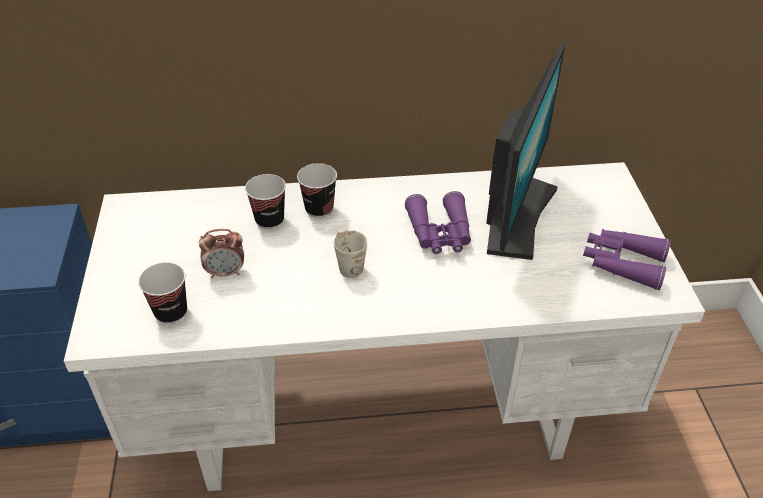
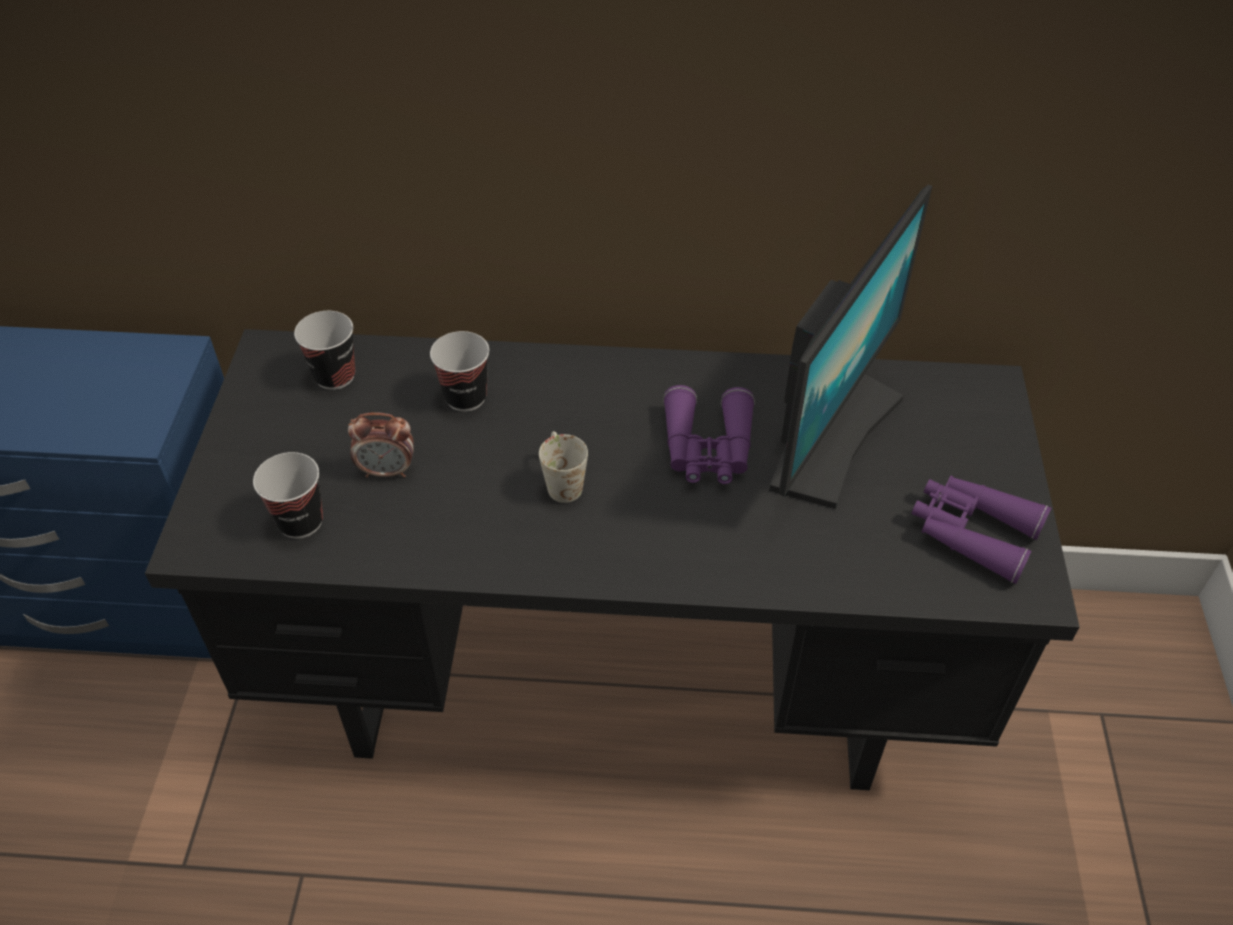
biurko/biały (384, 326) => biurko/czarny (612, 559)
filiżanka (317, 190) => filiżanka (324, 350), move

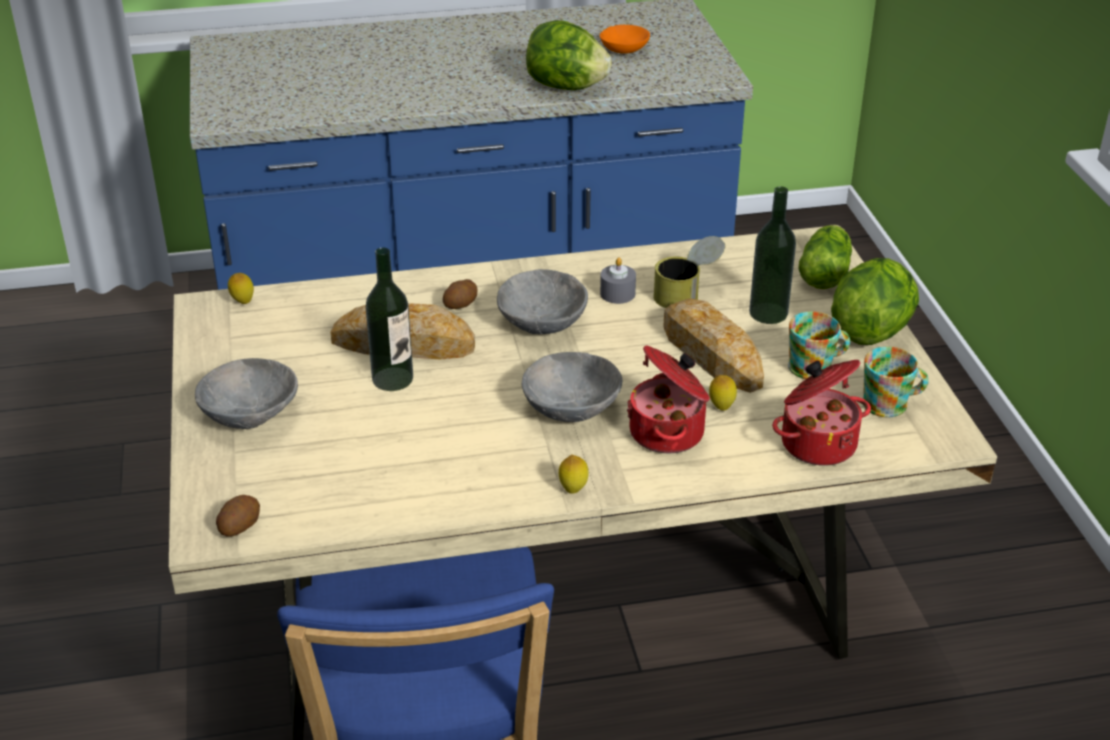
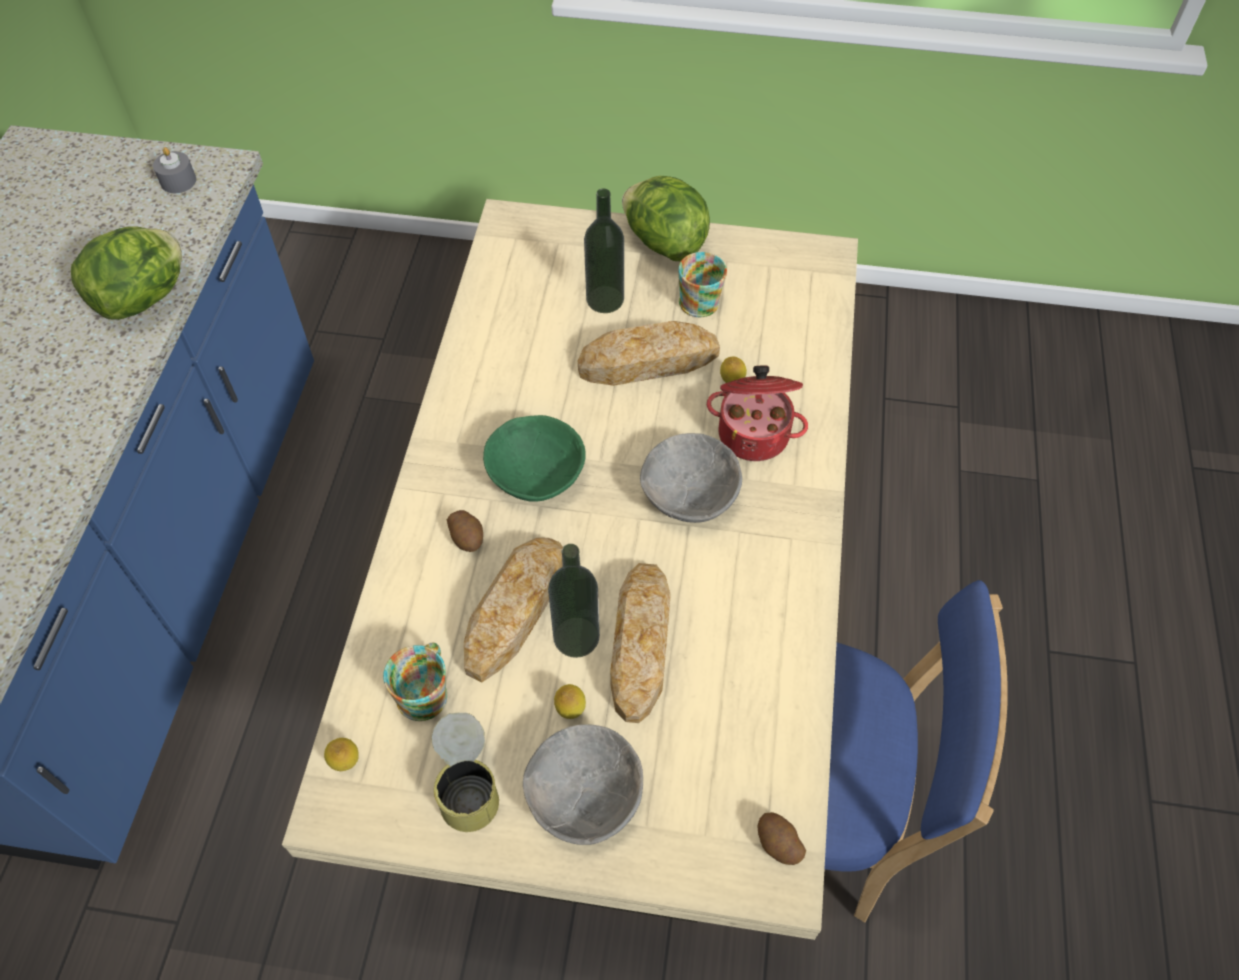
miska/pomarańczowy (625, 39) => nothing
sałata (825, 257) => nothing
puszka (689, 272) => puszka (465, 772), move
świeca/szary (618, 280) => świeca/szary (174, 170), move
miska/szary (542, 301) => miska/zielony (534, 458)
kubek (895, 382) => kubek (415, 682), move
garnek (821, 413) => nothing
cytryna (574, 474) => cytryna (570, 701), move
nothing => chleb (640, 643)

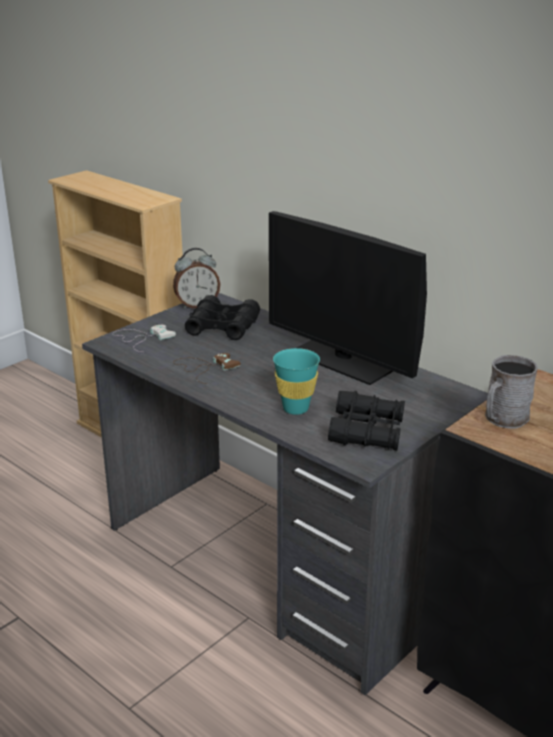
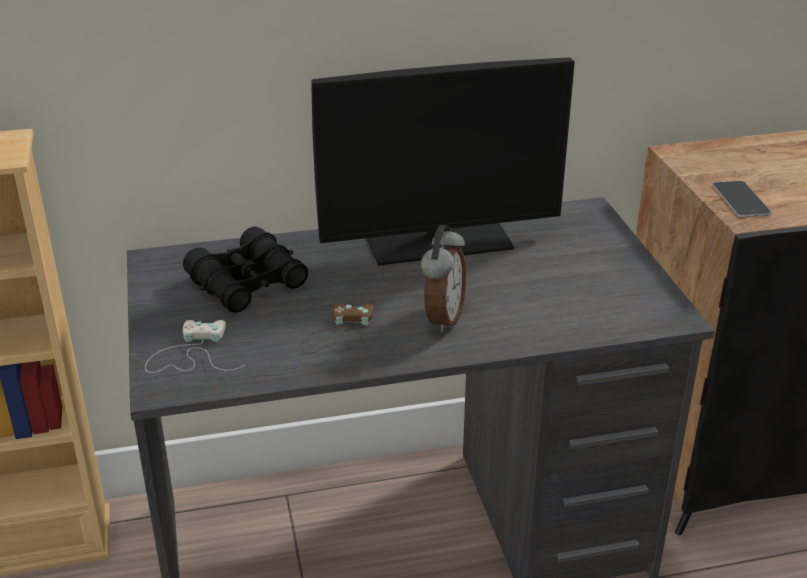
budzik (196, 278) => budzik (443, 279), move
filiżanka/turkusowy (296, 381) => nothing
kubek/szary (511, 392) => telefon (742, 199)
lornetka/czarny (366, 421) => nothing

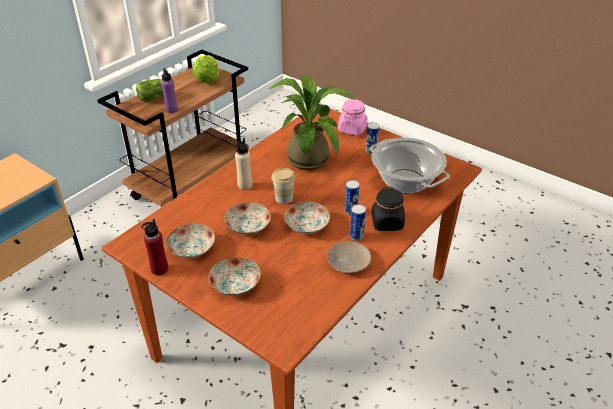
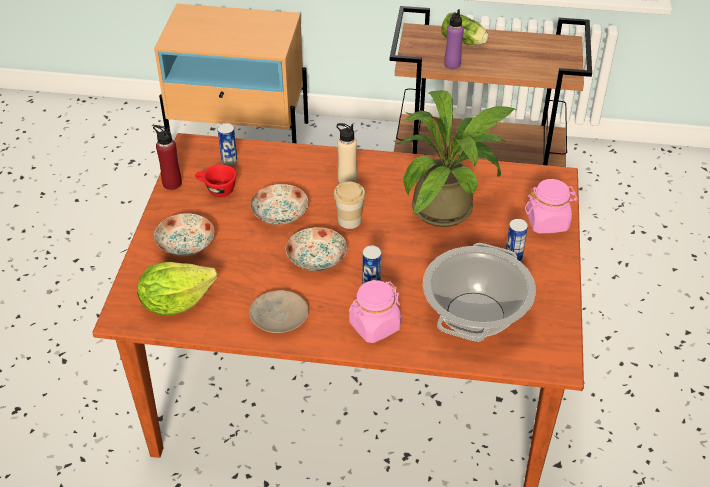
sałata (206, 69) => sałata (177, 289), move
słoik/czarny (388, 209) => słoik/różowy (375, 311)
puszka (358, 223) => puszka (227, 144), move
talerz (190, 241) => filiżanka/czerwony (215, 180)

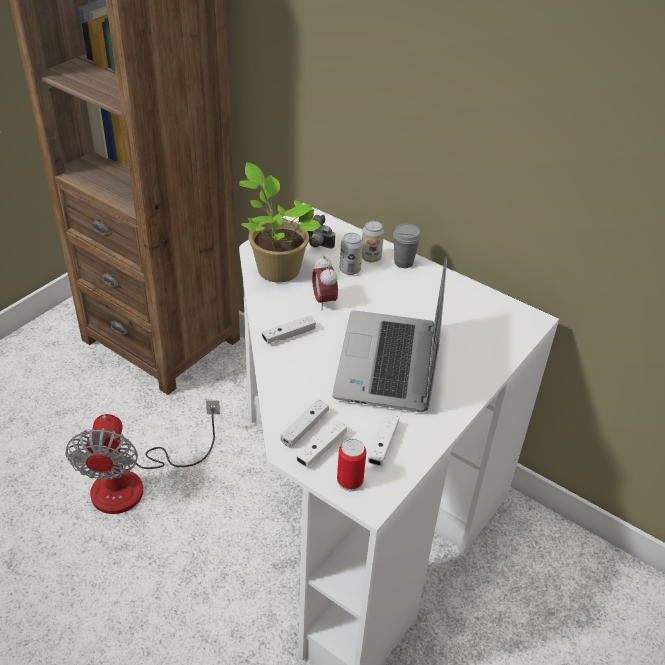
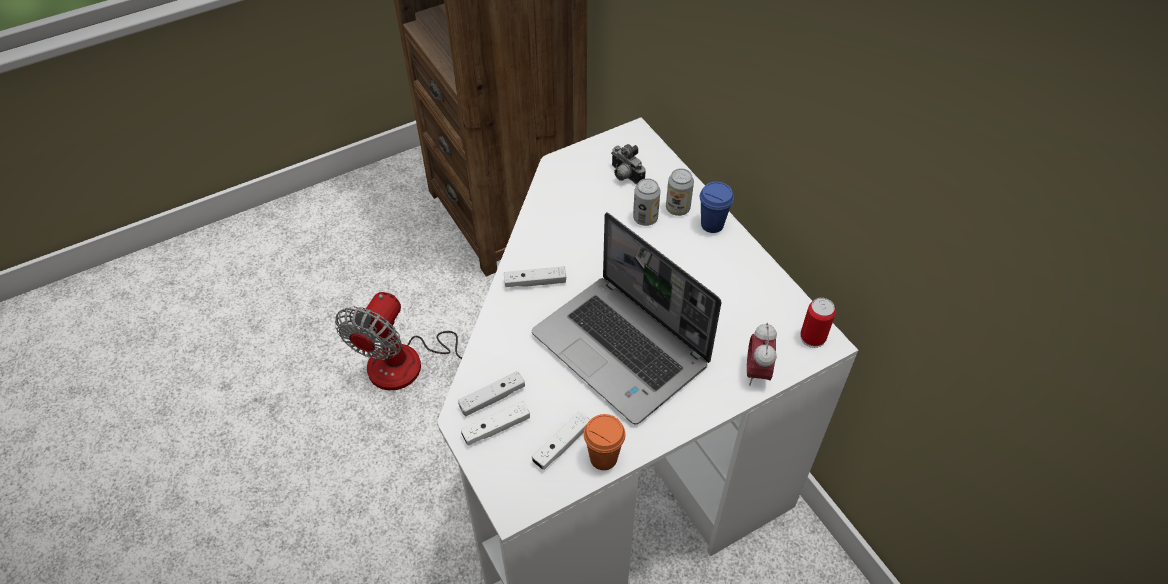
roślina doniczkowa (280, 222) => nothing
filiżanka/szary (407, 246) => filiżanka/niebieski (717, 207)
budzik (325, 283) => budzik (762, 354), move
laptop (389, 334) => laptop (626, 318), 75 degrees counterclockwise
puszka (351, 465) => puszka (818, 323), move
nothing => filiżanka/pomarańczowy (604, 442)

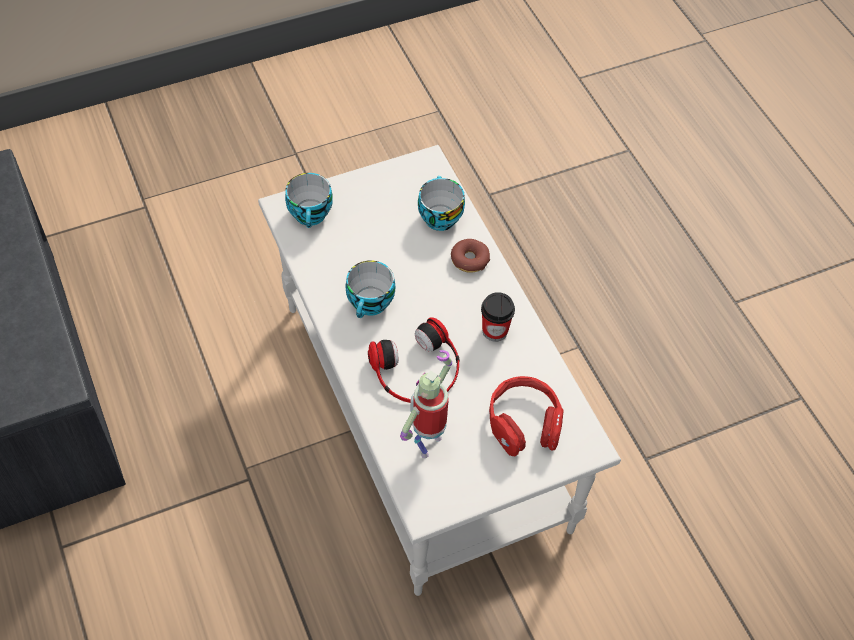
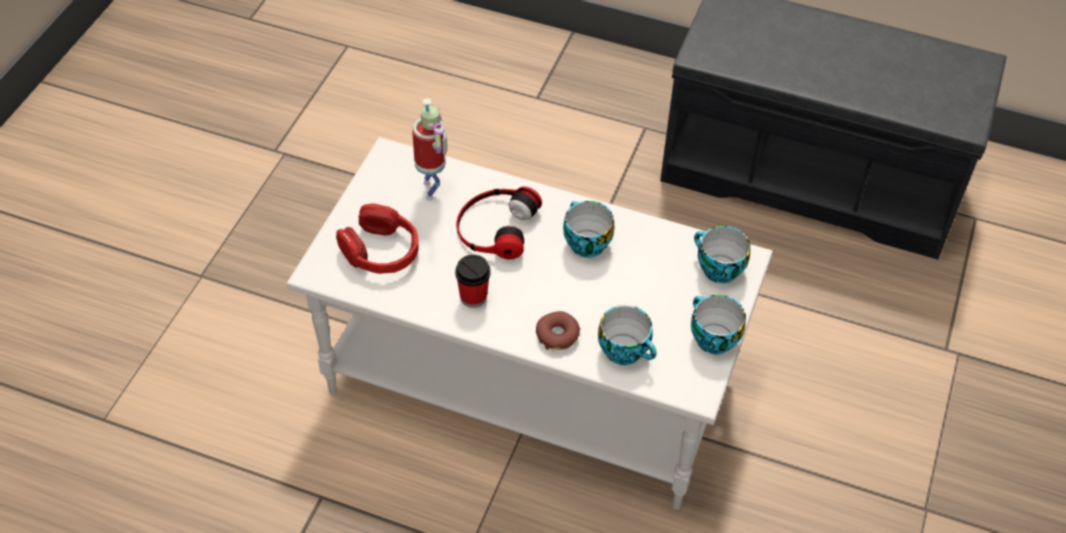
nothing => filiżanka (718, 324)

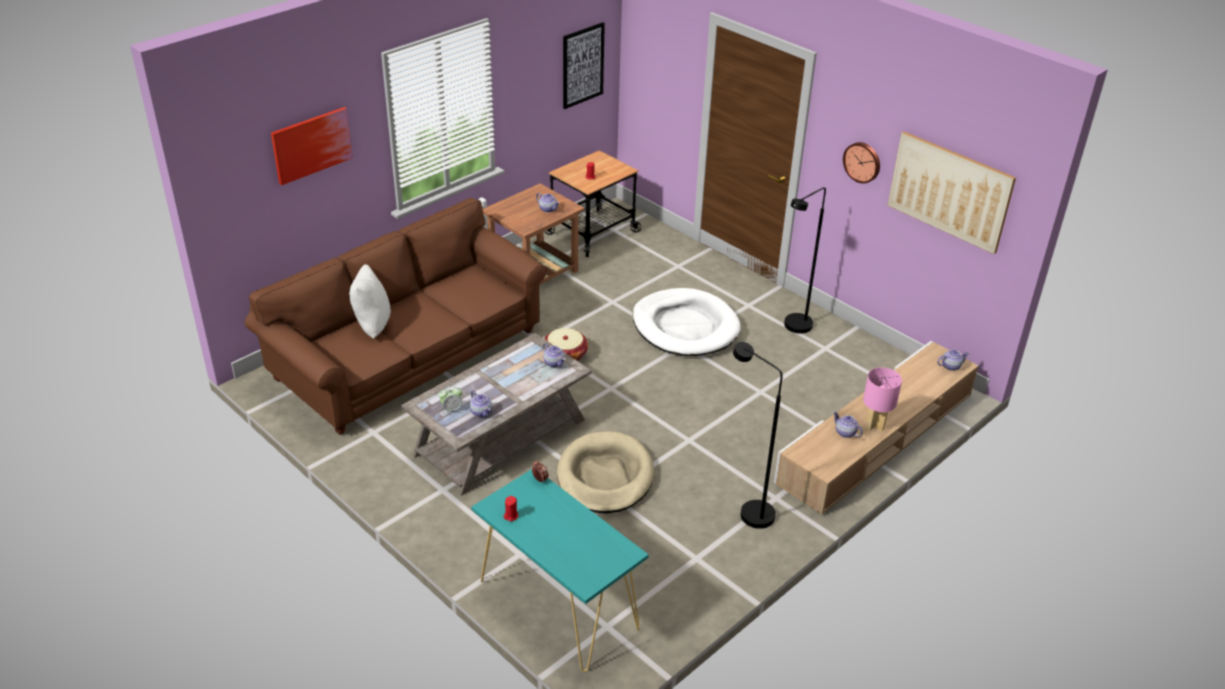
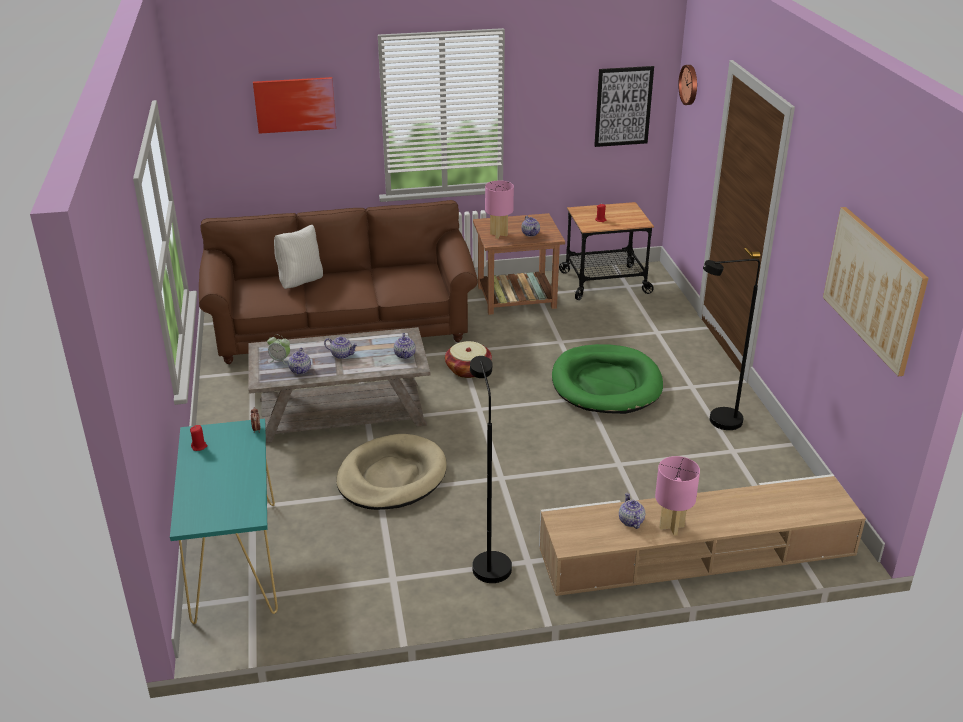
zegar ścienny (861, 162) => zegar ścienny (687, 85), move
legowisko/biały (687, 322) => legowisko/zielony (607, 379)
imbryk (953, 360) => imbryk (341, 348), move
nothing => lampa stołowa/różowy (499, 209)

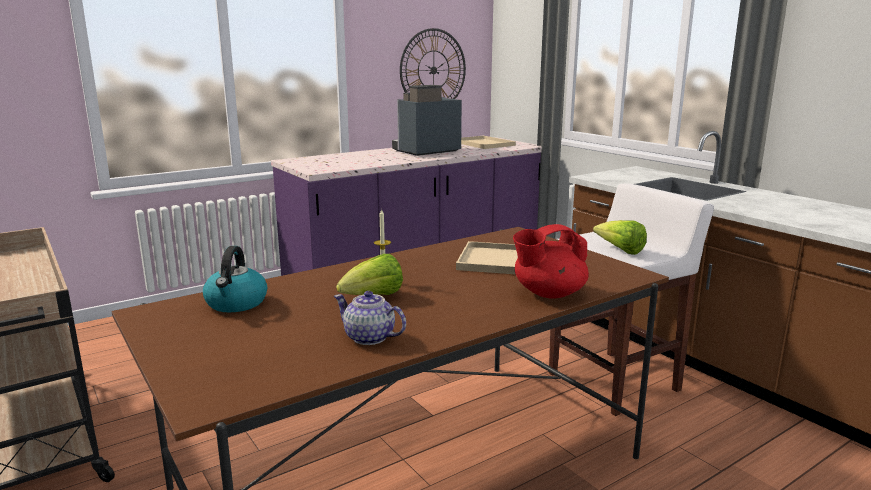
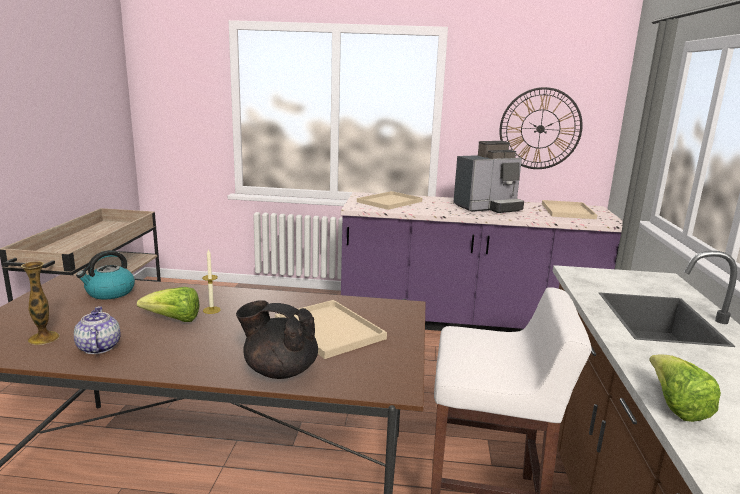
ekspres do kawy (427, 120) => ekspres do kawy (488, 177), 150 degrees clockwise
sałata (620, 237) => sałata (685, 388), move
imbryk/czerwony (551, 261) => imbryk/czarny (277, 340)
nothing => taca/beżowy (389, 200)
nothing => wazon (40, 303)

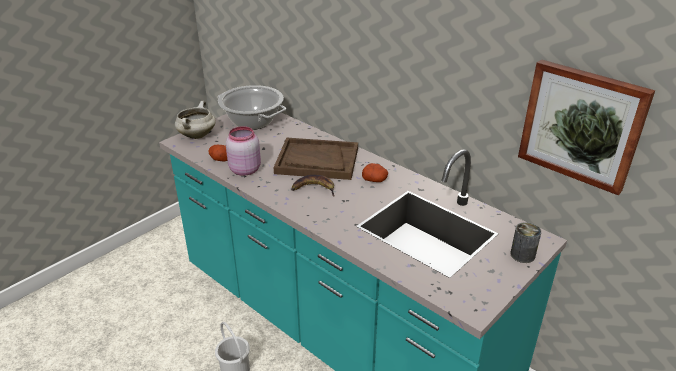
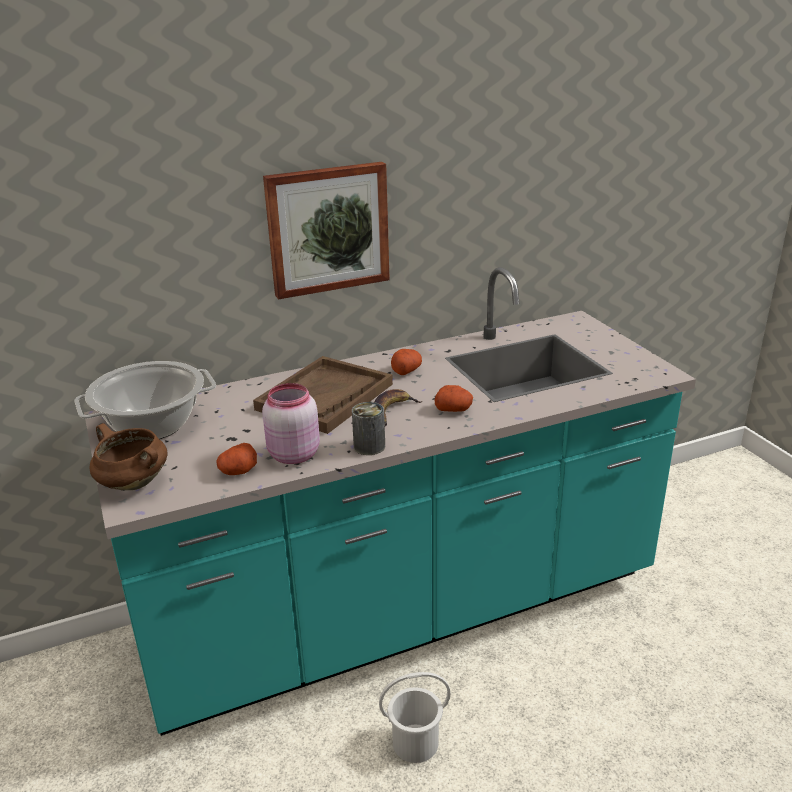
obraz (586, 127) => obraz (326, 230), move
garnek/biały (195, 120) => garnek/brązowy (129, 456)
puszka (525, 242) => puszka (368, 428), move
nothing => ziemniak (453, 398)

